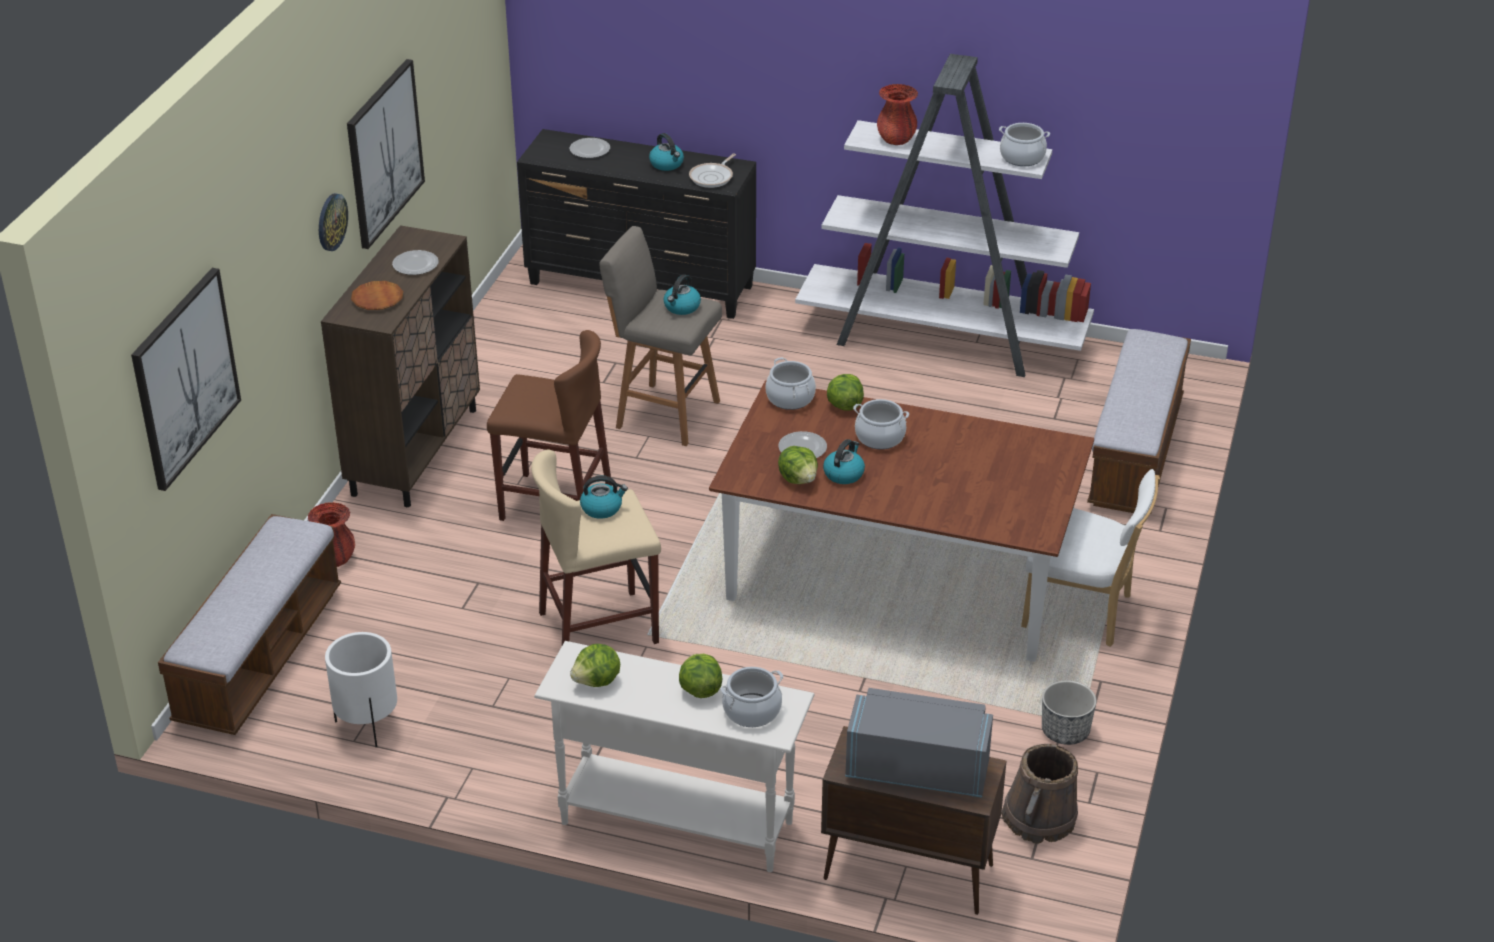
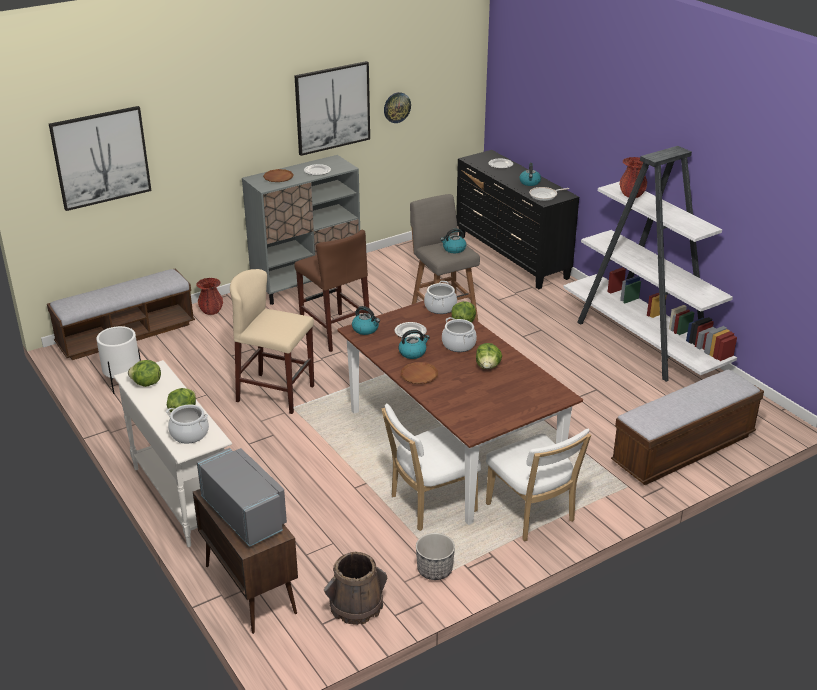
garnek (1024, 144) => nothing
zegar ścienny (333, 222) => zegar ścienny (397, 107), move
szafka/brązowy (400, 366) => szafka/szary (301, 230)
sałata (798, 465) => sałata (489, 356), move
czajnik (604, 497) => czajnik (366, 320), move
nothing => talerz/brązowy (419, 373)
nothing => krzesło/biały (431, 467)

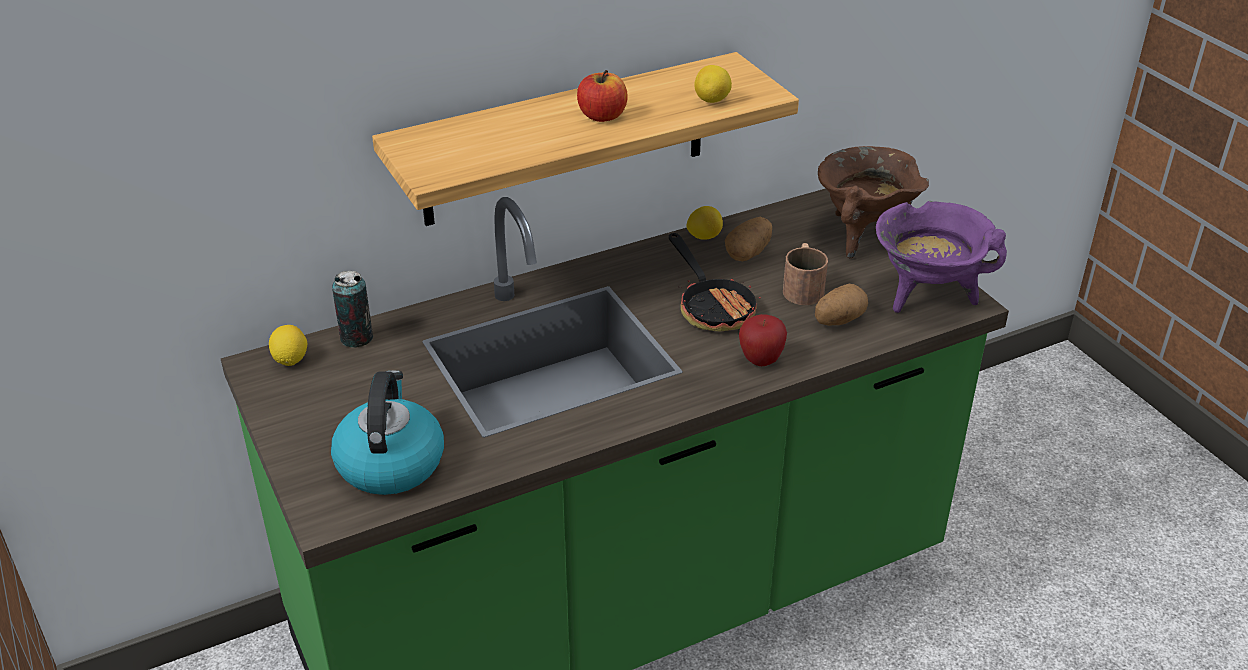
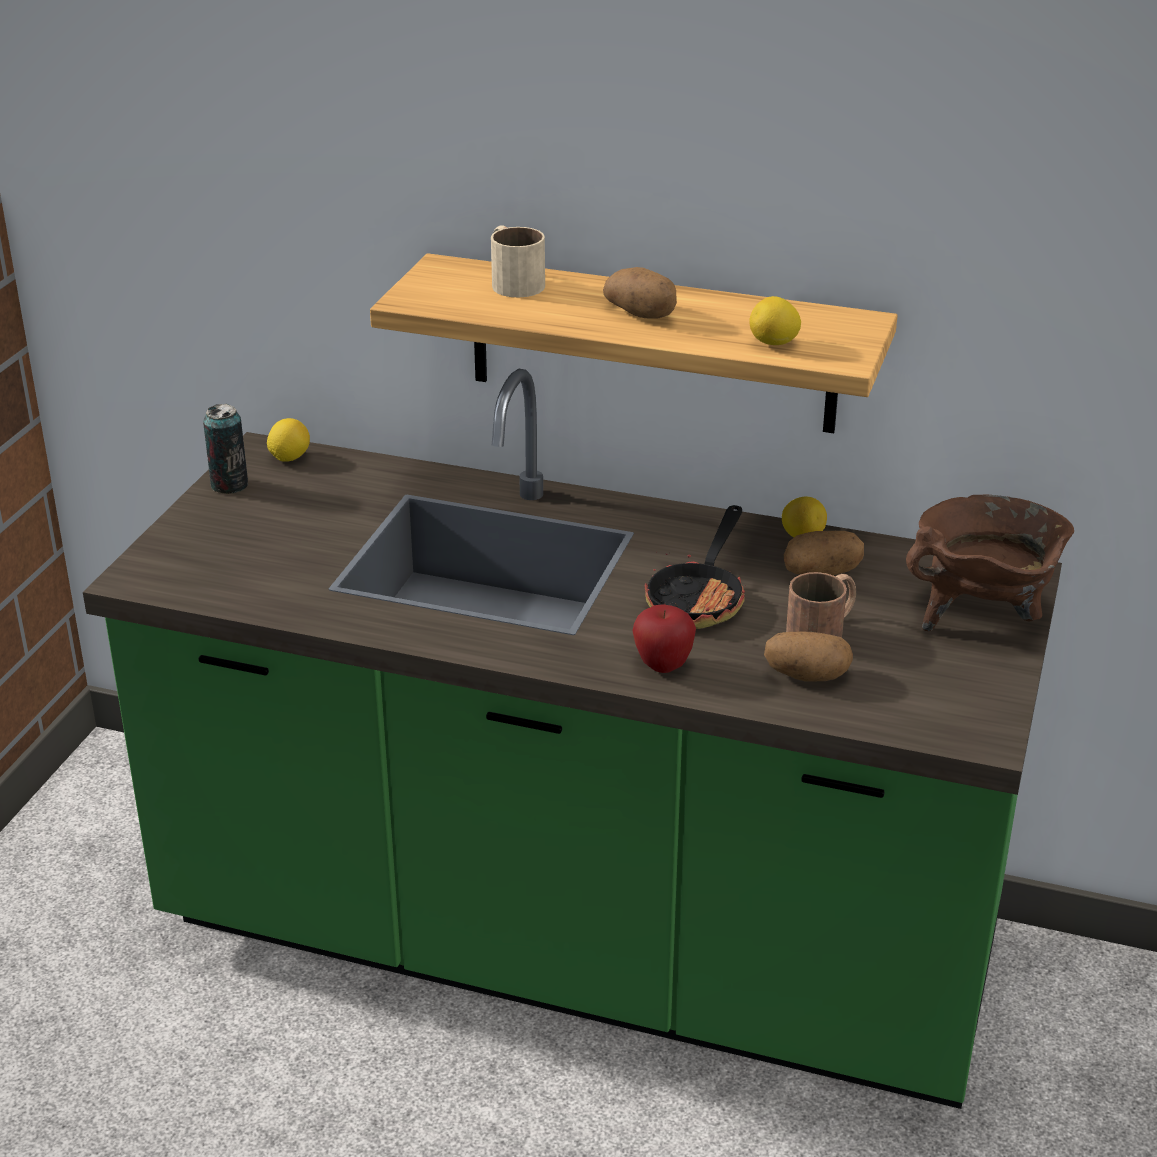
jabłko (602, 96) => ziemniak (640, 293)
garnek/fioletowy (941, 257) => nothing
puszka (352, 309) => puszka (225, 449), move
czajnik (387, 432) => nothing
nothing => kubek/beżowy (518, 261)

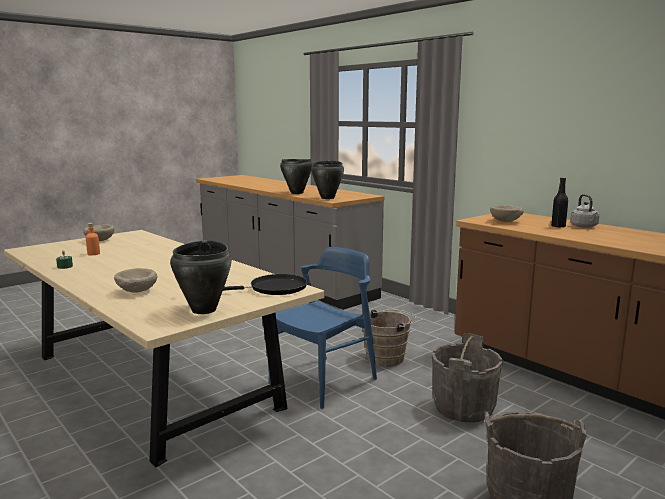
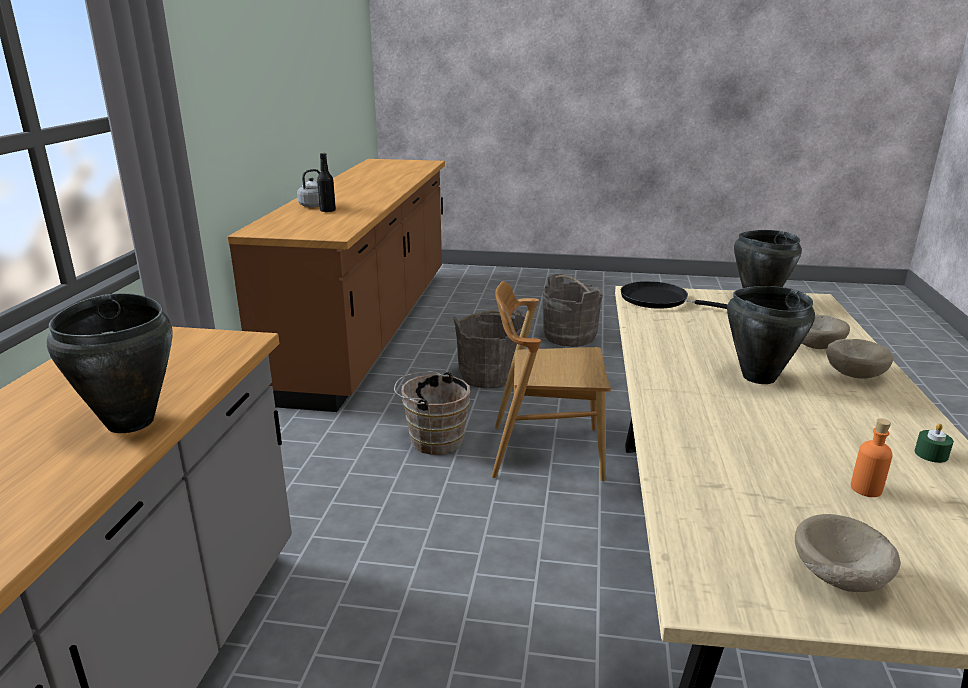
garnek/czarny (327, 179) => garnek/czarny (771, 335), move
miska/beżowy (507, 213) => miska/beżowy (859, 359), move
krzesło/niebieski (323, 328) => krzesło/brązowy (551, 381)

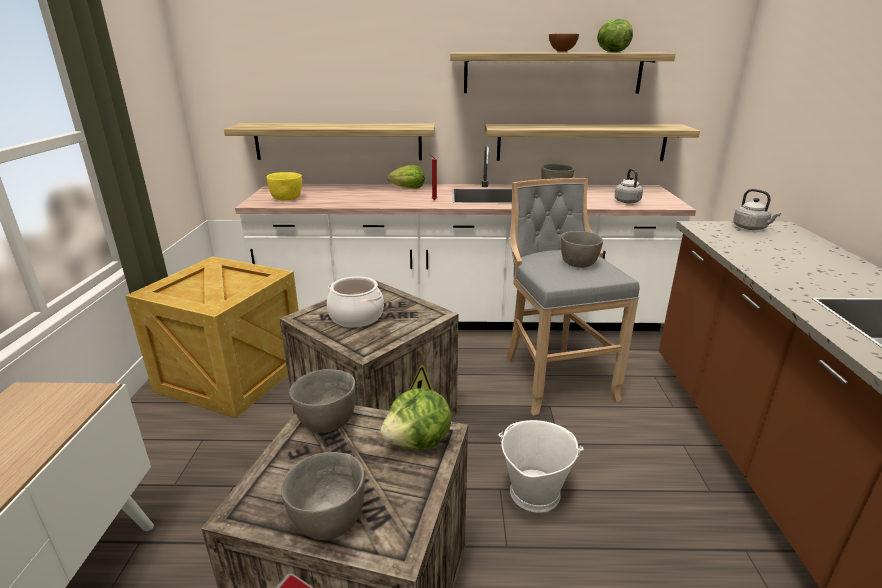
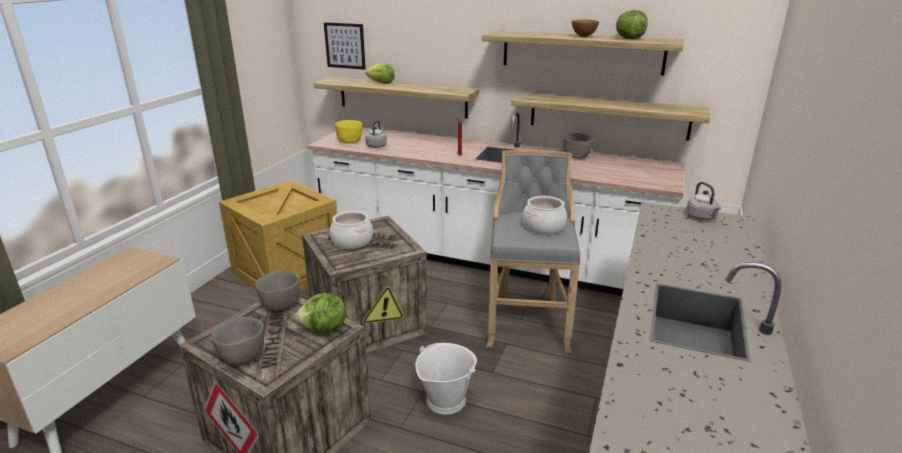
sałata (406, 177) => sałata (380, 73), move
czajnik/szary (629, 186) => czajnik/szary (376, 134), move
miska/szary (582, 249) => garnek (545, 215)
nothing => obraz (345, 46)

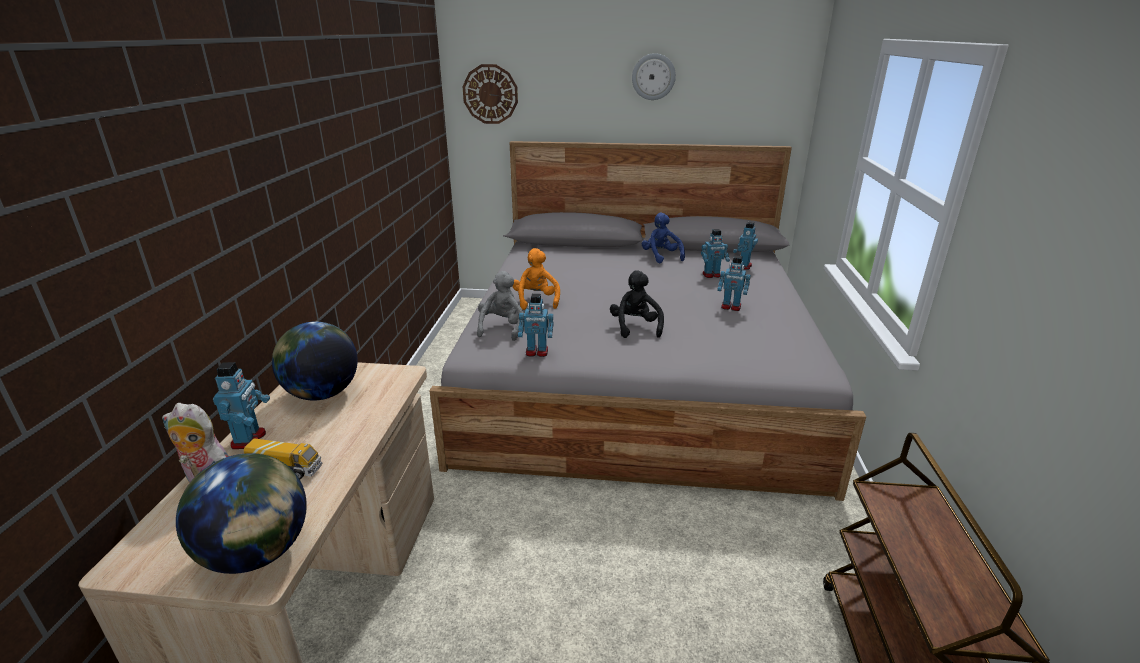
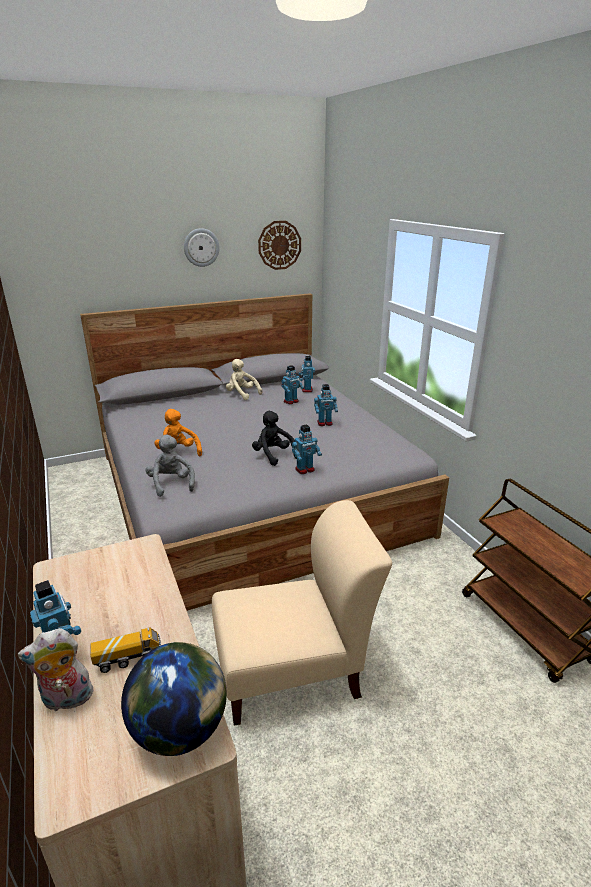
zegar ścienny (490, 94) => zegar ścienny (279, 245), move
pluszak/niebieski (663, 238) => pluszak/beżowy (244, 379)
robot zabawkowy (535, 325) => robot zabawkowy (307, 449), move
globus (315, 361) => nothing
nothing => krzesło/beżowy (302, 613)

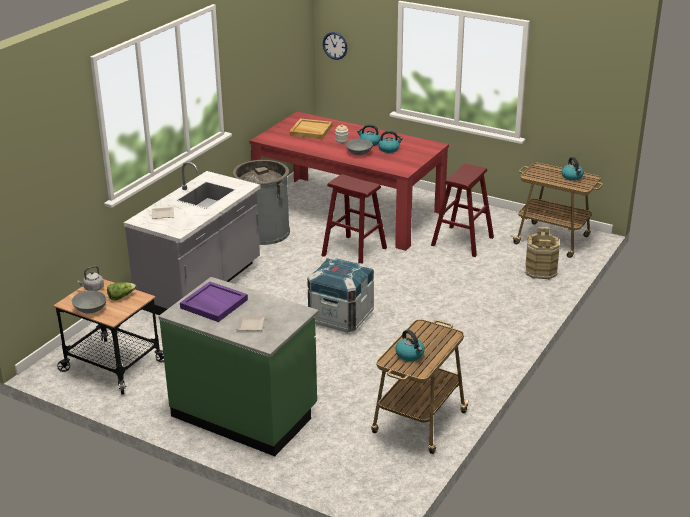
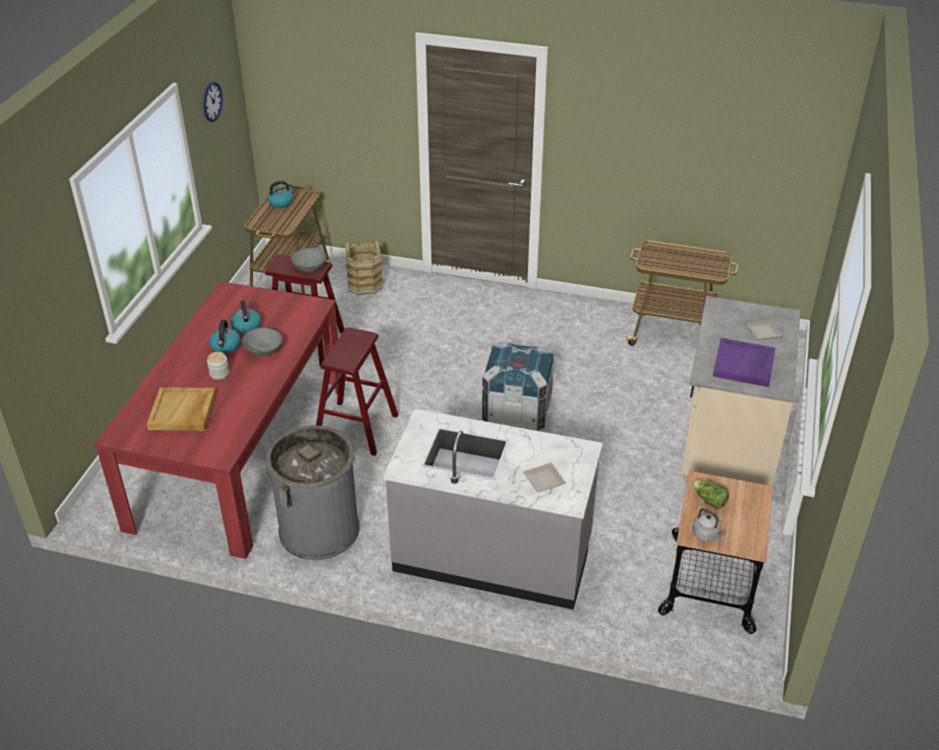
zegar ścienny (335, 46) => zegar ścienny (213, 102), move
zabudowa kuchenna/zielony (238, 366) => zabudowa kuchenna/beżowy (740, 391)
miska/szary (89, 301) => miska/szary (308, 260), move
czajnik (410, 345) => nothing

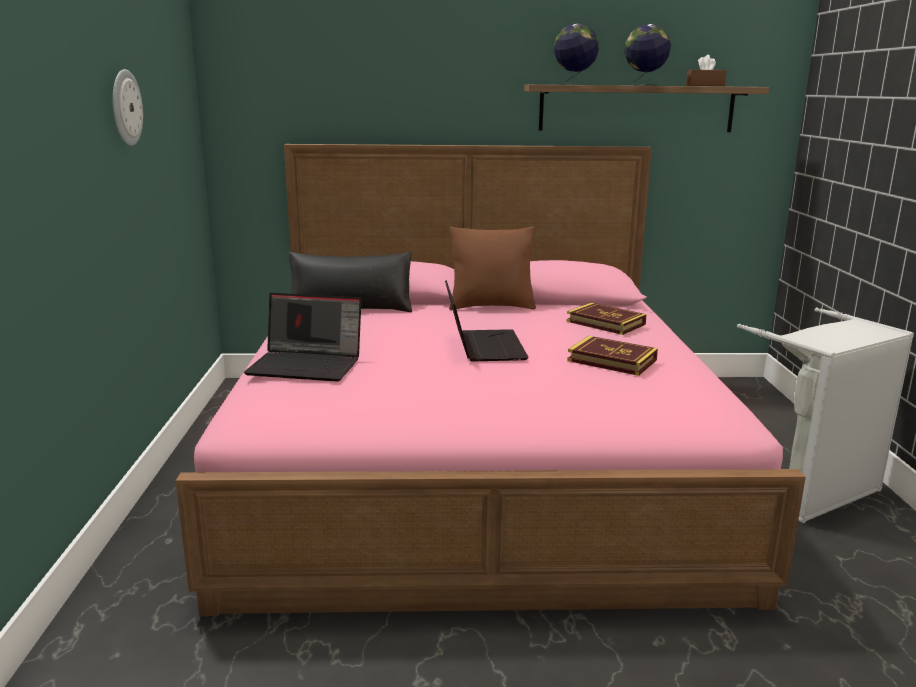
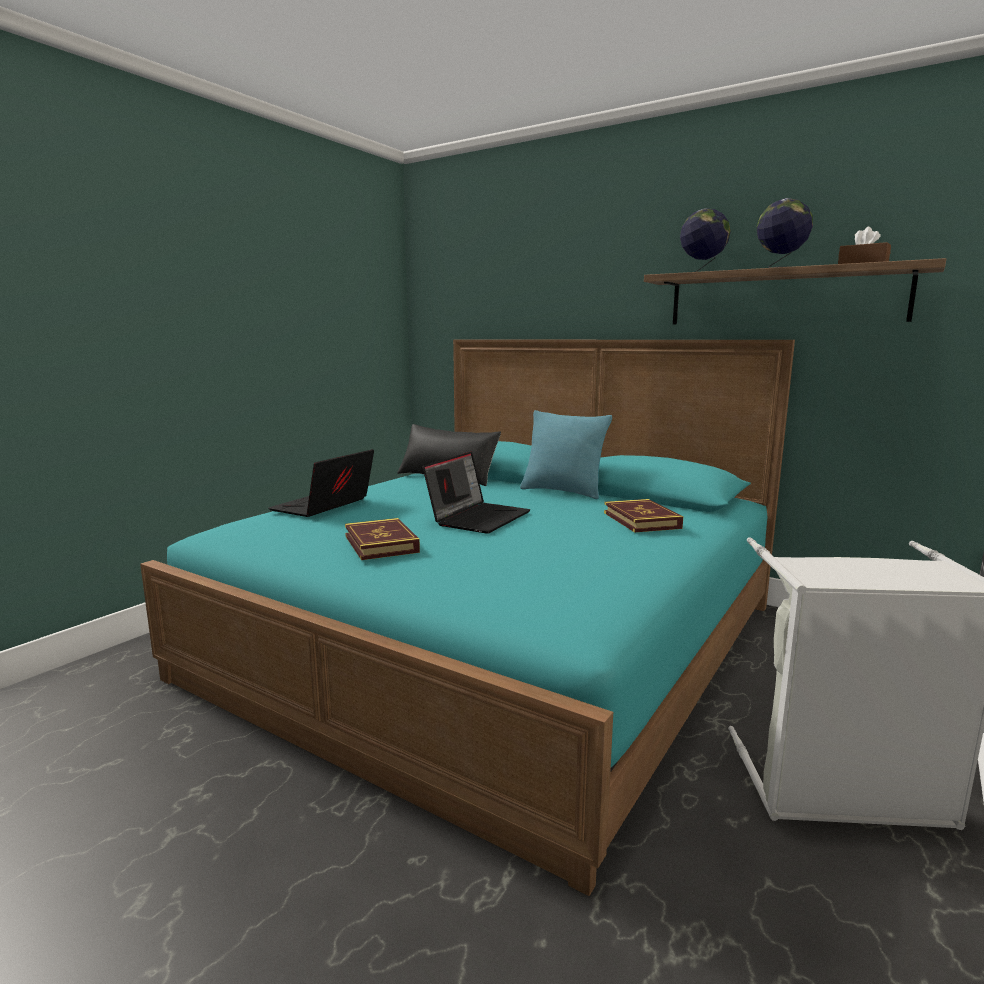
zegar ścienny (128, 107) => nothing
łóżko/różowy (491, 380) => łóżko/turkusowy (467, 617)
poduszka/brązowy (492, 268) => poduszka/turkusowy (566, 454)
laptop (302, 337) => laptop (321, 483), 75 degrees clockwise
książka (612, 356) => książka (382, 539), move

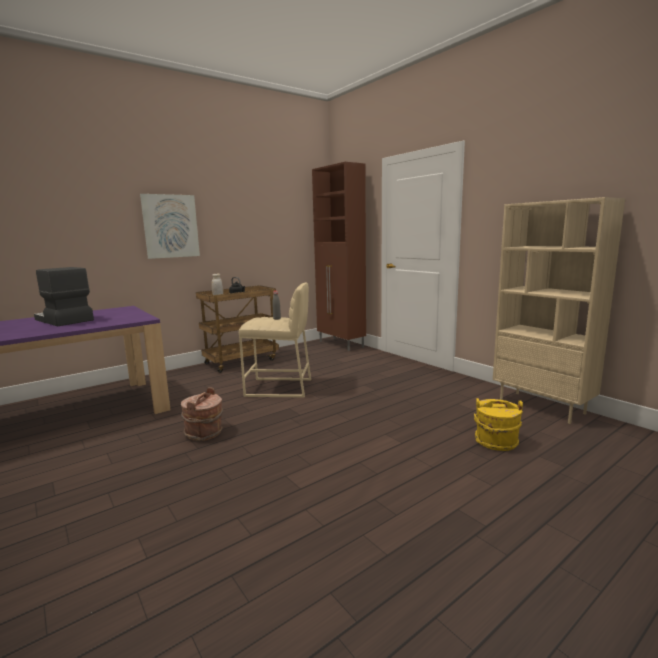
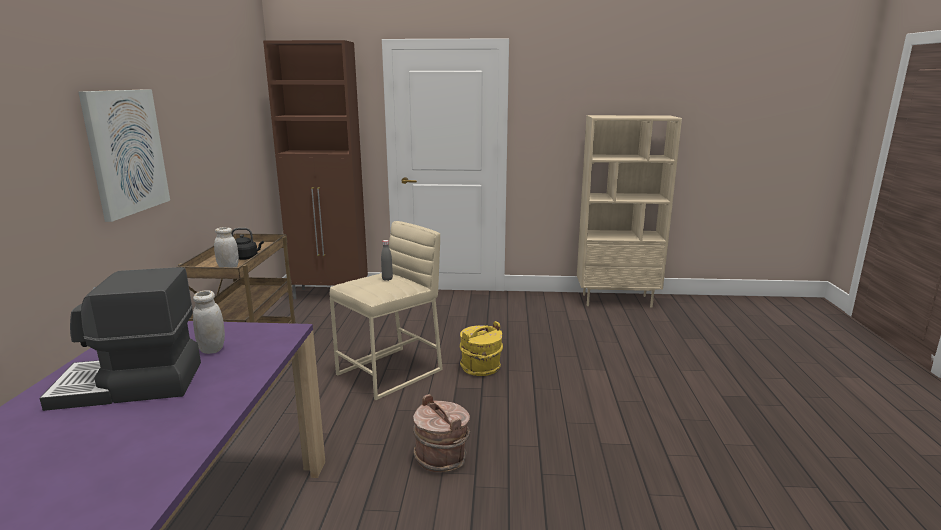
wiadro/żółty (498, 424) => wiadro/żółty (481, 348), move
nothing => słoik/biały (209, 322)

